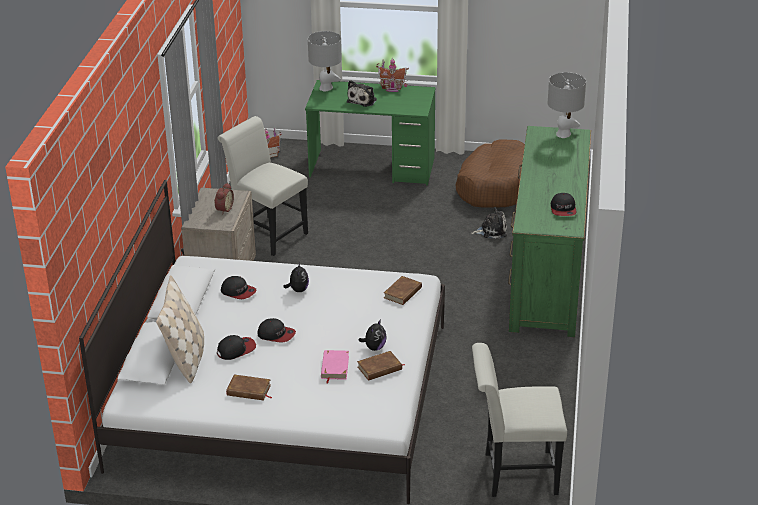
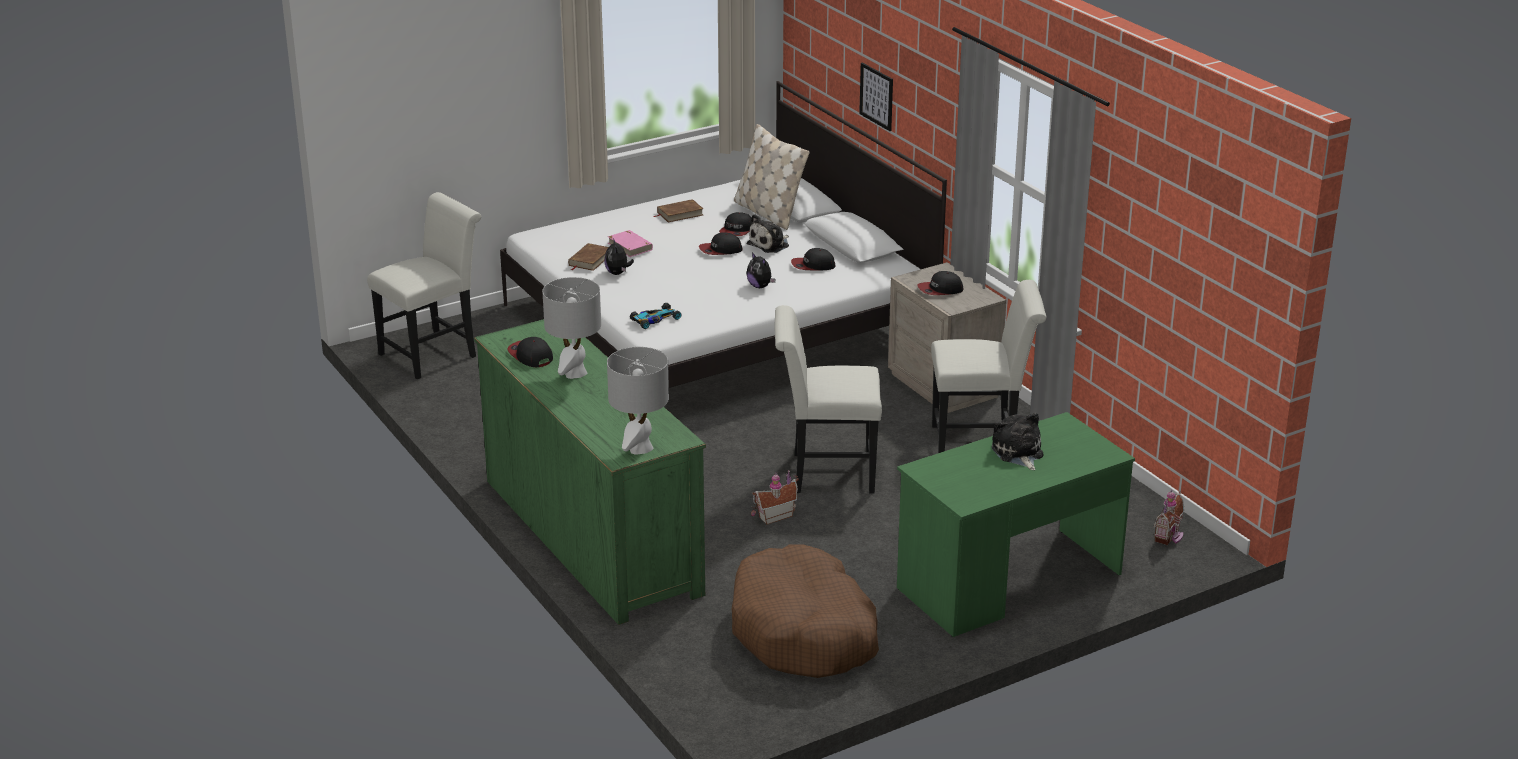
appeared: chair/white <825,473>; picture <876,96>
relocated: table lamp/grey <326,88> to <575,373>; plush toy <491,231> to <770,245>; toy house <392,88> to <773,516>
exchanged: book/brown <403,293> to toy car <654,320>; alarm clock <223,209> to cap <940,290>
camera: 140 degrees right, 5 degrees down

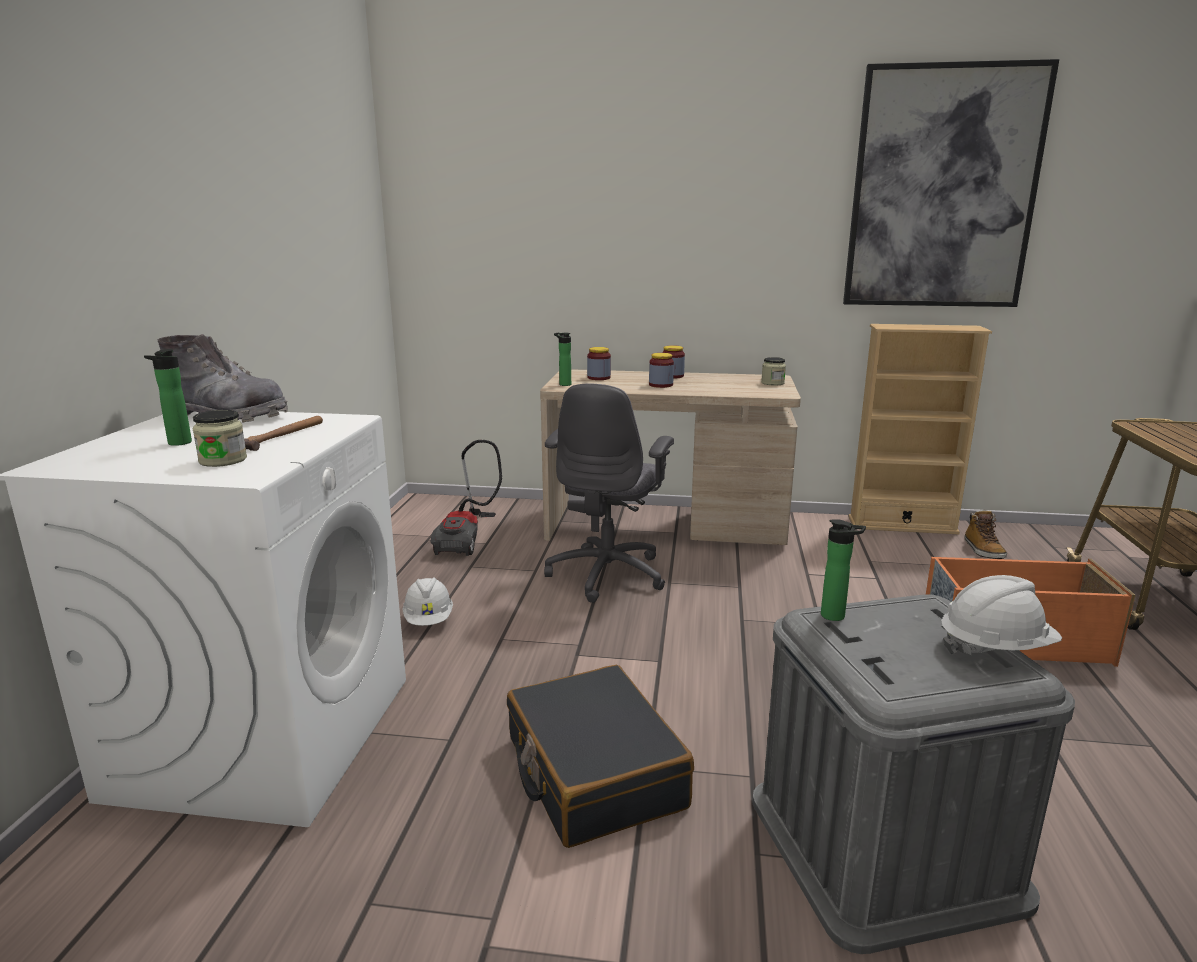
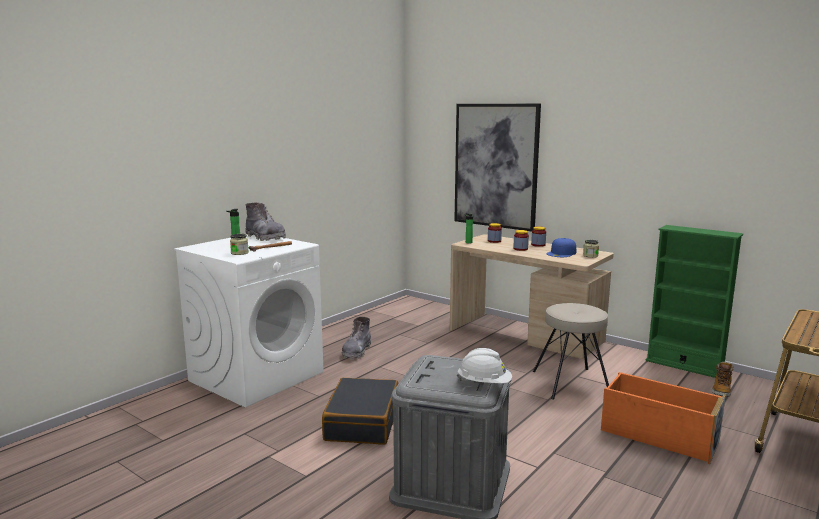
missing: vacuum cleaner <467,539>; office chair/grey <608,574>; bottle <836,616>
appeared: stool/beige <571,383>; cap/blue <561,253>
relocated: picture <942,189> to <496,166>
exchanged: hard hat/white <429,620> to boot/grey <356,352>
colour: bookcase/beige <902,525> to bookcase/green <684,365>
camera: 30 degrees right, 5 degrees down

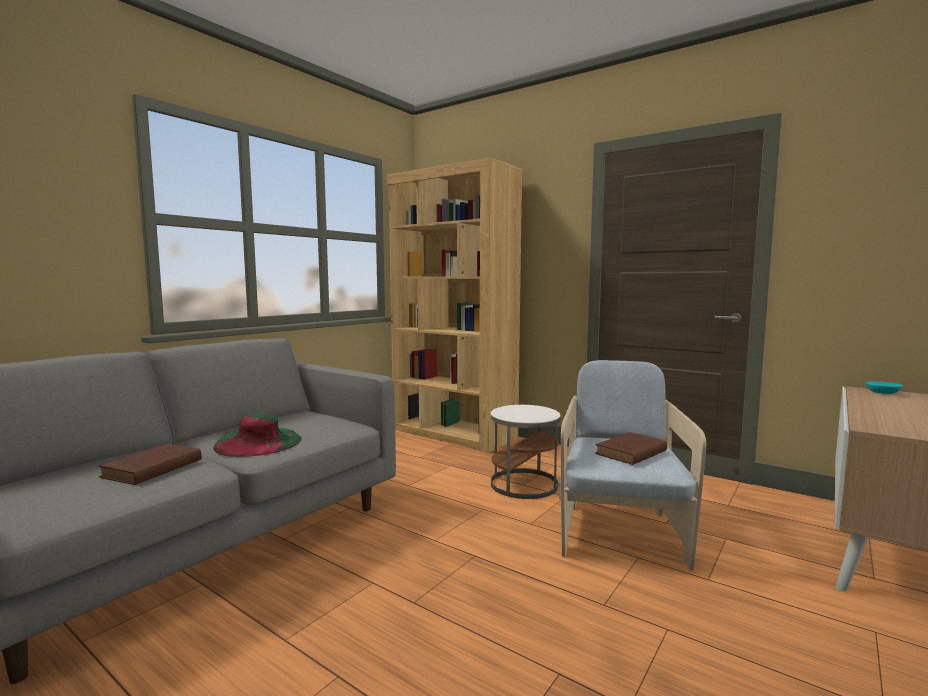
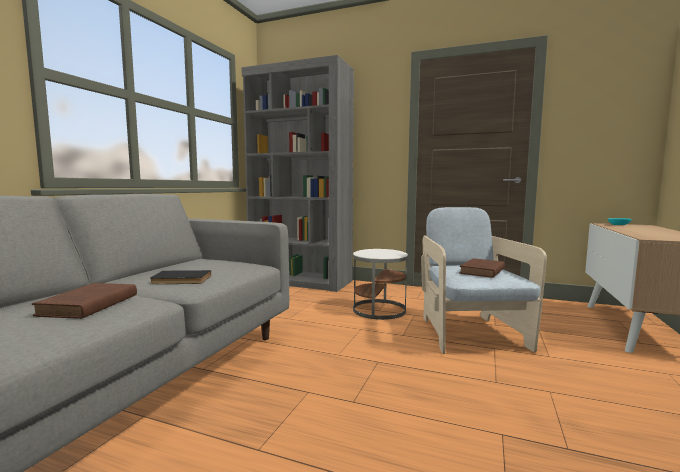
exchanged: hat/green <258,442> to book/black <181,280>
colour: bookcase/brown <453,434> to bookcase/grey <300,281>
camera: 15 degrees left, 0 degrees up

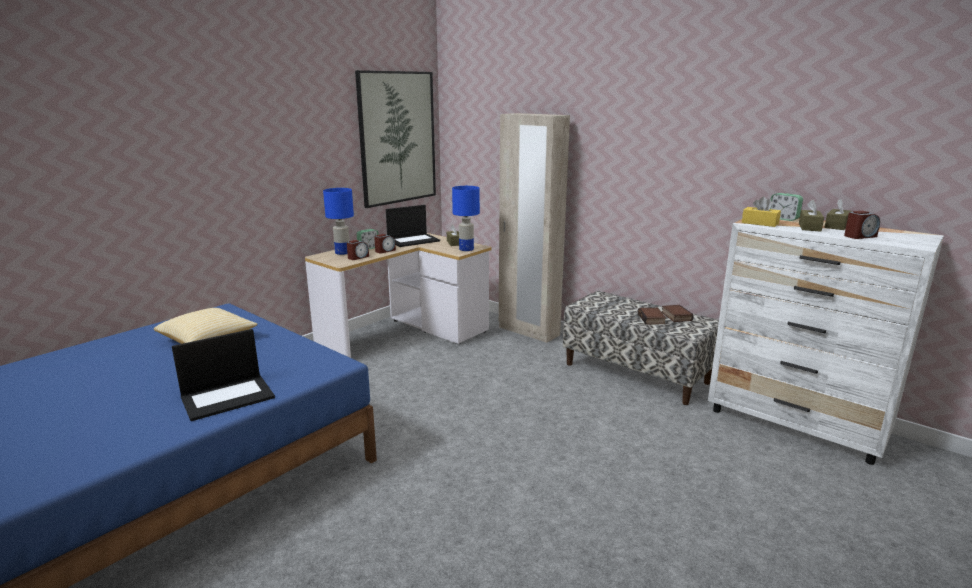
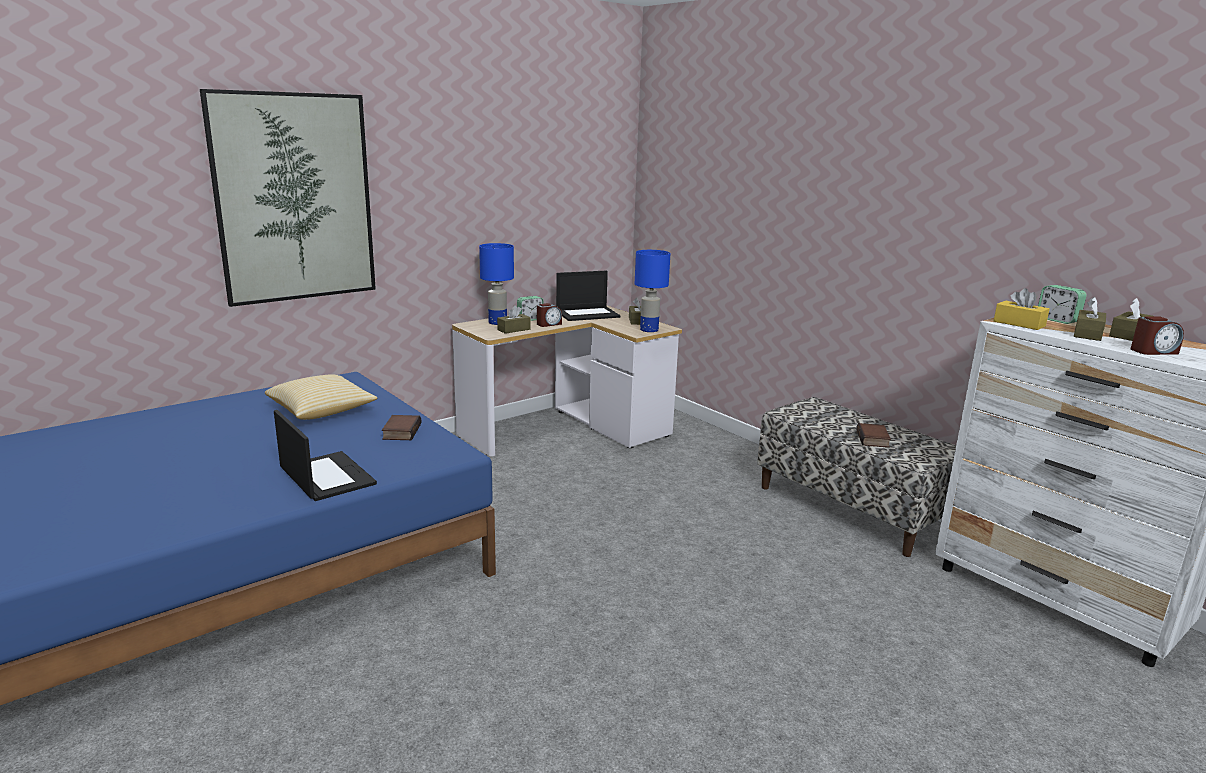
missing: wardrobe/beige <528,331>
relocated: picture <397,138> to <294,198>; book <675,316> to <400,431>
exchanged: alarm clock <358,257> to tissue box/brown <514,329>
spun: laptop <228,396> = <326,476> 105 degrees counterclockwise
camera: 10 degrees right, 0 degrees up

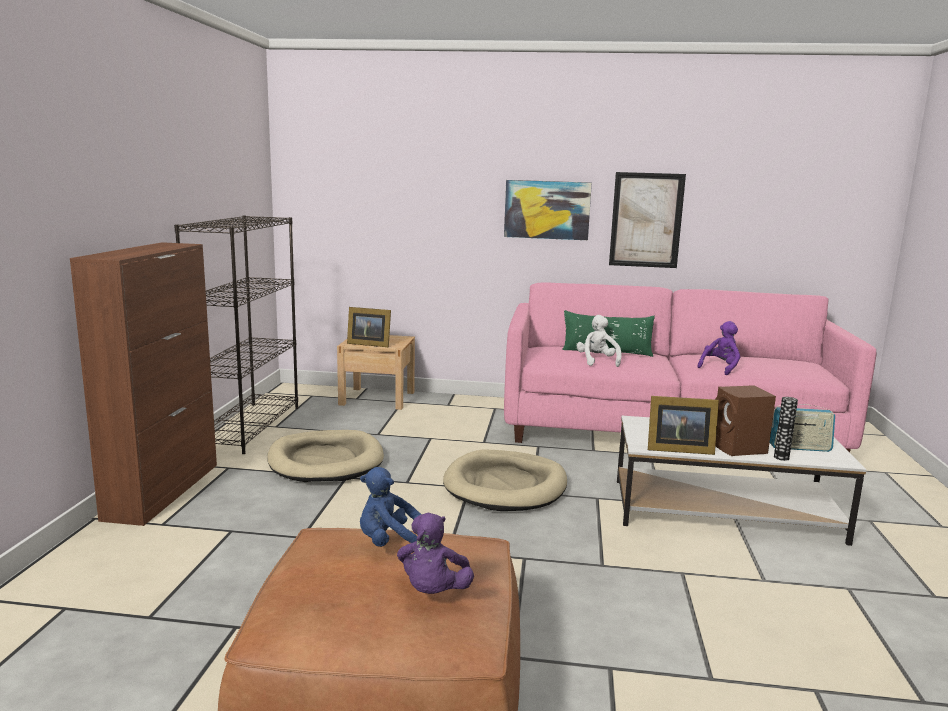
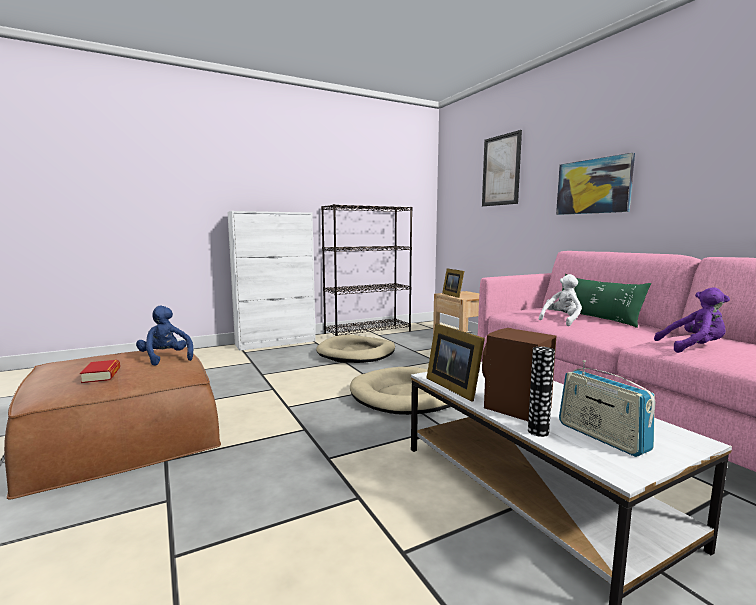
relocated: picture <646,220> to <501,170>
exchanged: plush toy/purple <433,592> to book <101,375>
colour: cabinet/brown <163,490> to cabinet/white <276,342>
camera: 55 degrees right, 5 degrees down

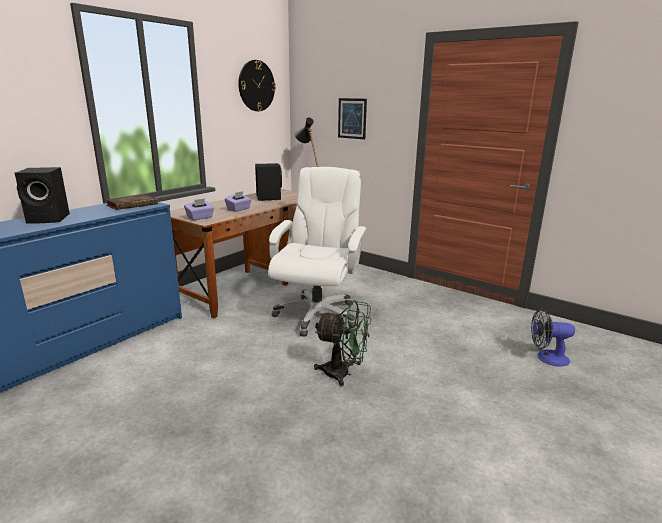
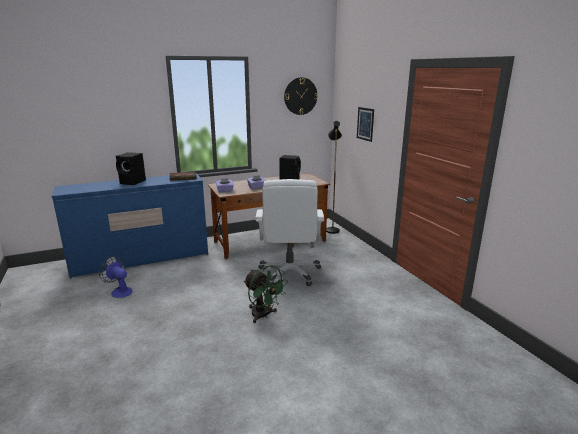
relocated: fan <547,358> to <119,291>
spun: office chair/white <317,315> = <290,273> 135 degrees clockwise
camera: 30 degrees right, 0 degrees up

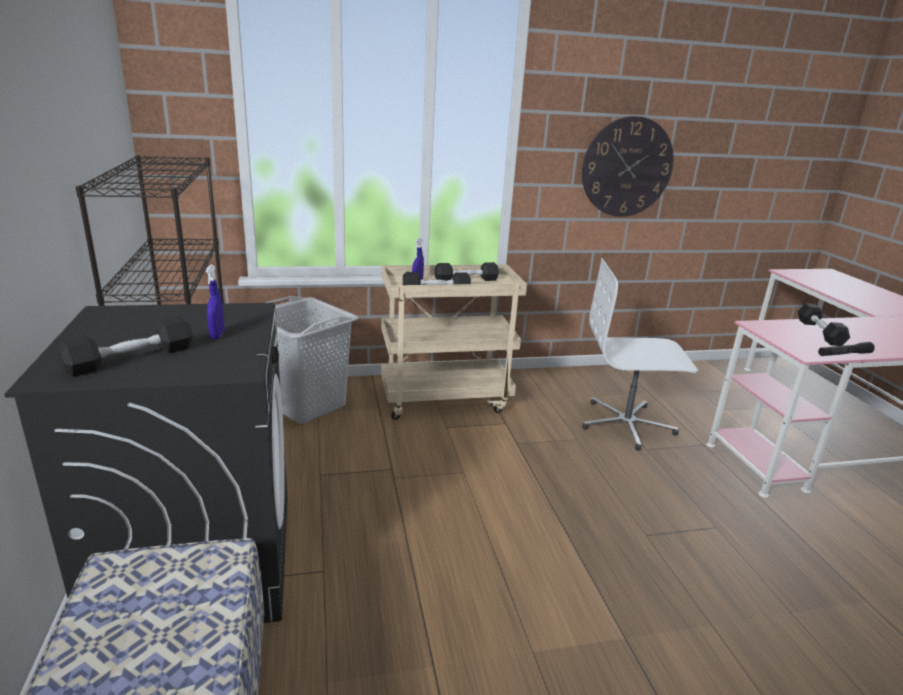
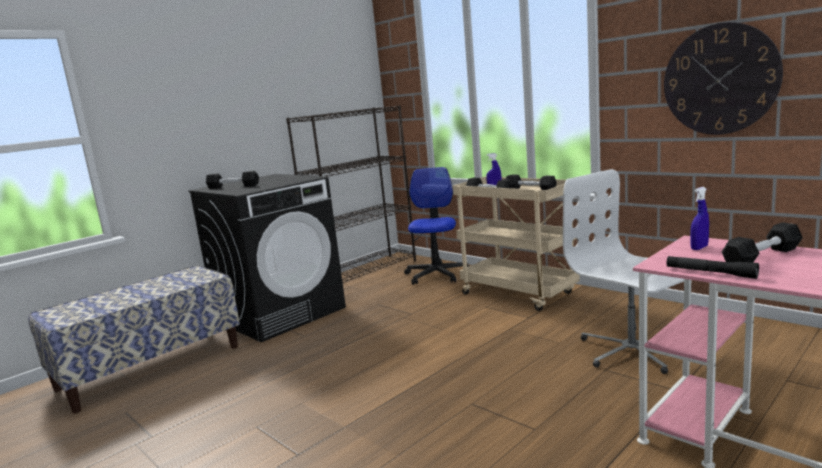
relocated: spray bottle/blue <217,335> to <699,248>
exchanged: laundry basket/grey <307,404> to office chair <437,274>
camera: 60 degrees right, 10 degrees down

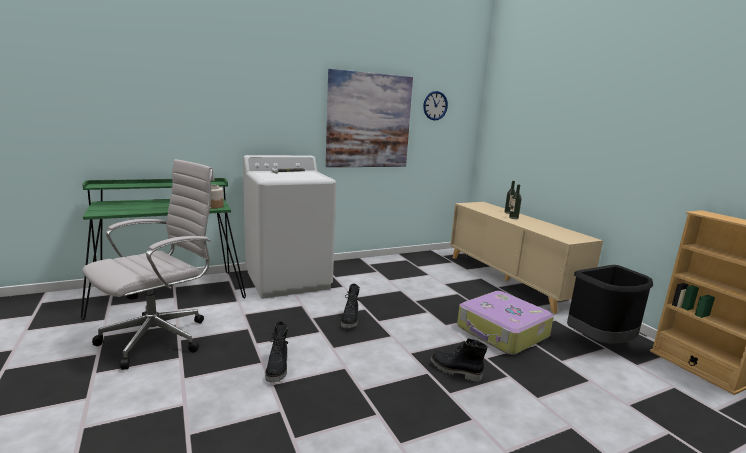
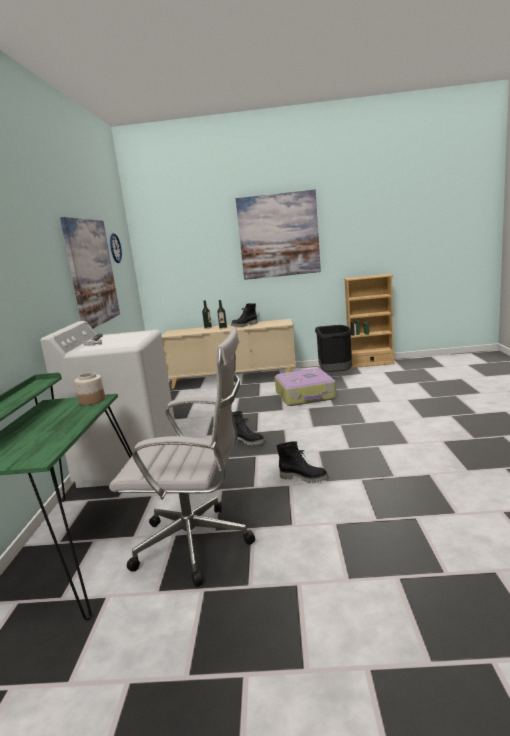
appeared: picture <278,235>
relocated: boot/black <455,371> to <245,325>
spun: office chair/white <160,337> = <198,544> 120 degrees clockwise
camera: 60 degrees left, 0 degrees up

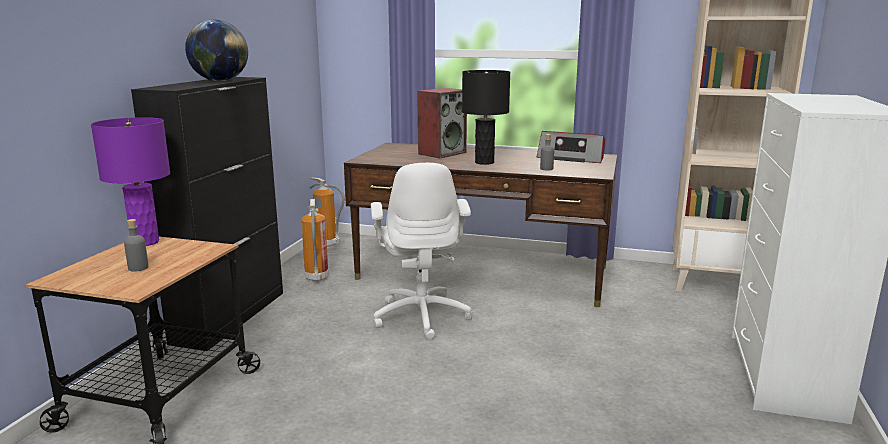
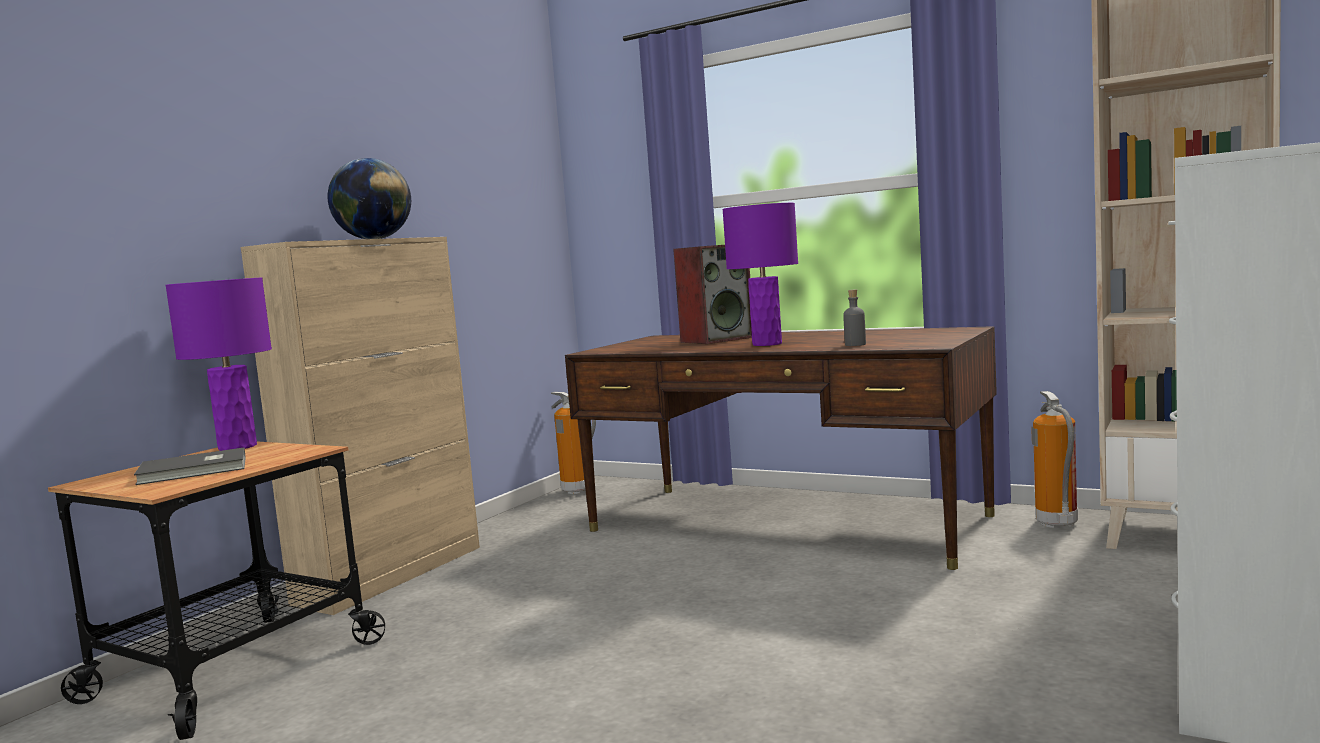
missing: office chair/white <422,316>; radio <571,158>
relocated: fire extinguisher <317,278> to <1057,524>
exchanged: bottle/grey <138,268> to book/grey <195,470>
colour: cabinet/black <230,316> to cabinet/beige <392,574>; table lamp/black <484,162> to table lamp/purple <767,344>
camera: 15 degrees right, 10 degrees down

